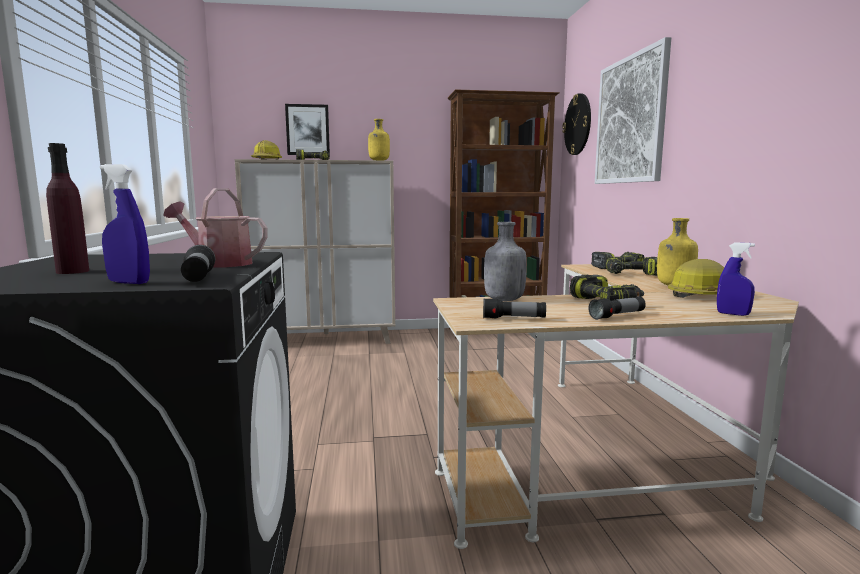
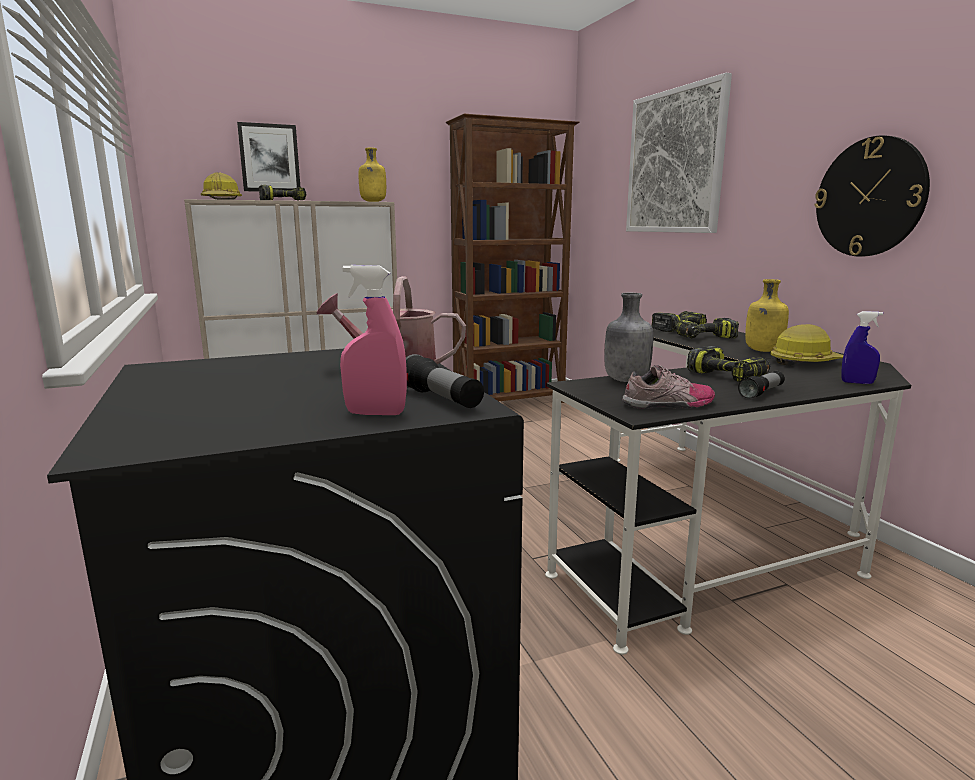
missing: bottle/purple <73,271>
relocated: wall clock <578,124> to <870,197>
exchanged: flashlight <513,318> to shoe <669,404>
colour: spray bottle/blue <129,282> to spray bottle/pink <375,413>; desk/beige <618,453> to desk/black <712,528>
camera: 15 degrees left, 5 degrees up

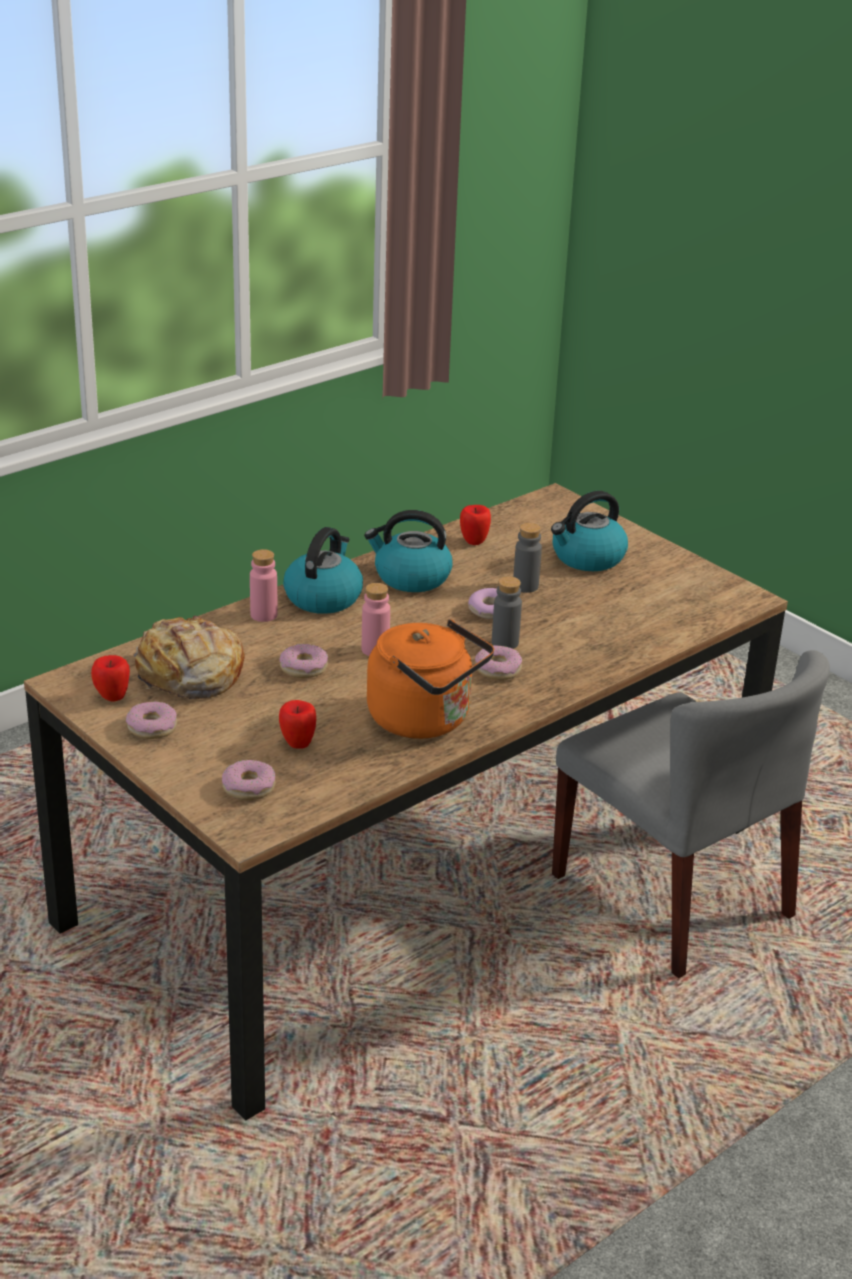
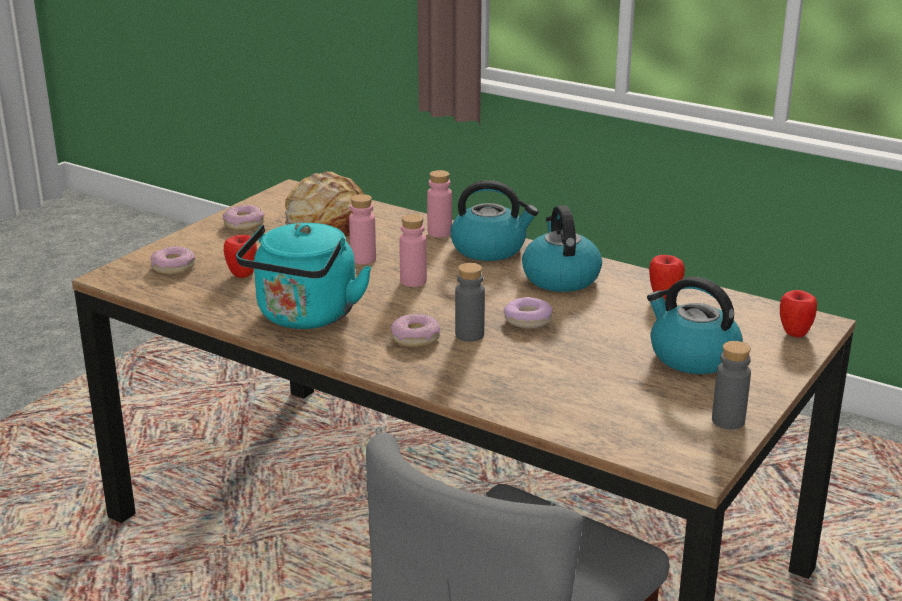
relocated: bottle/grey <525,586> to <728,421>; apple <112,698> to <794,333>
exchanged: donut <304,668> to bottle/pink <363,259>
colour: kettle/orange <425,720> to kettle/turquoise <305,317>
camera: 75 degrees right, 5 degrees down

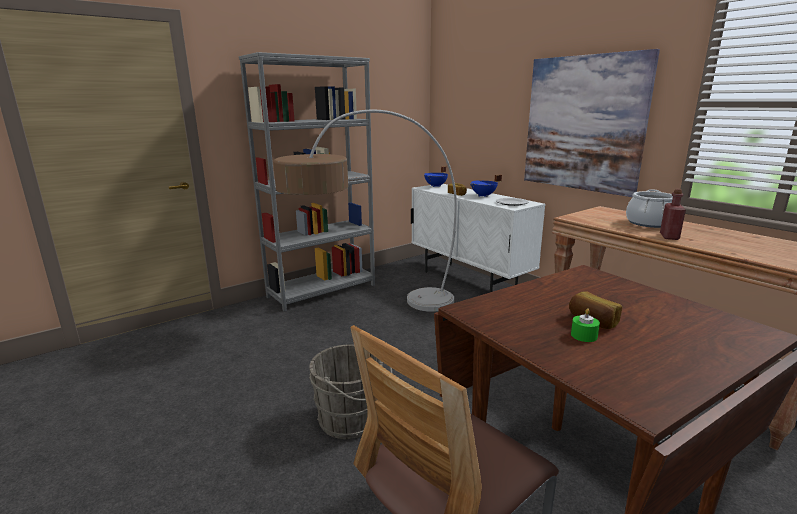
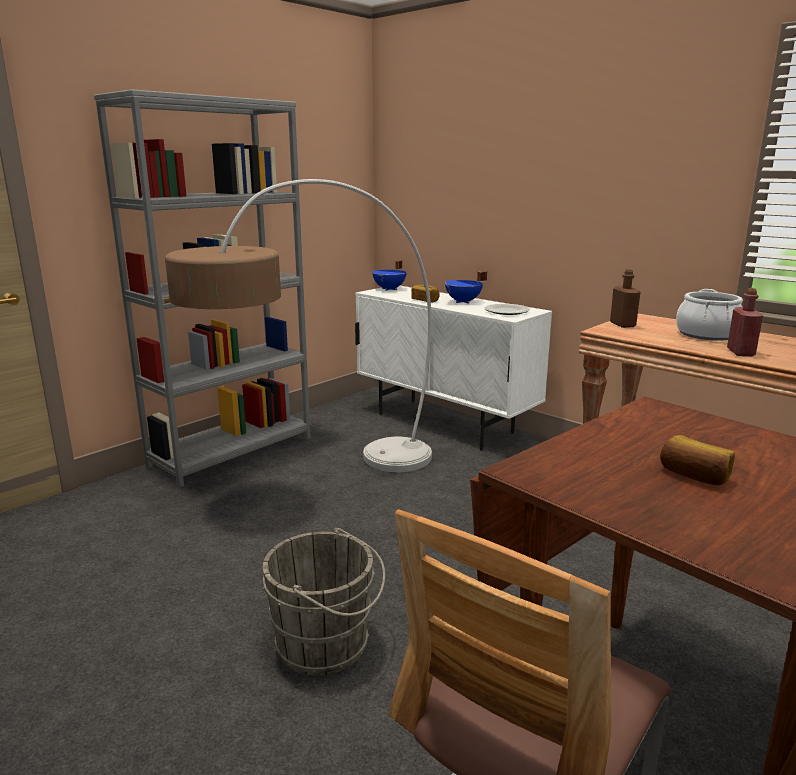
missing: picture <583,124>; candle/green <584,335>
appeared: bottle/brown <622,324>
camera: 10 degrees left, 0 degrees up

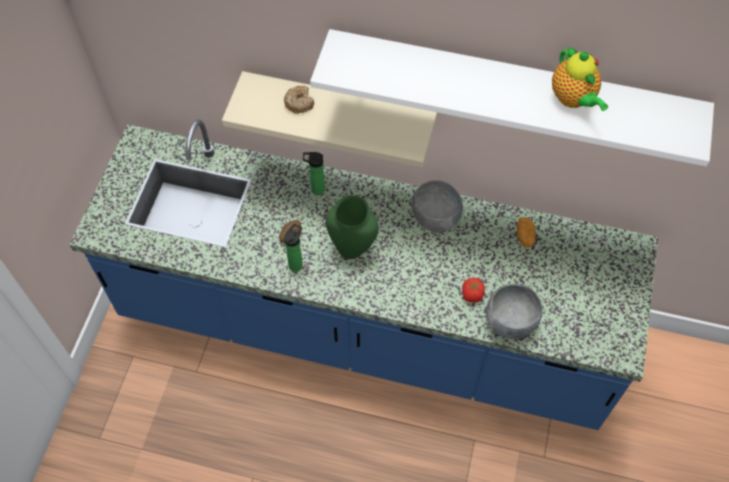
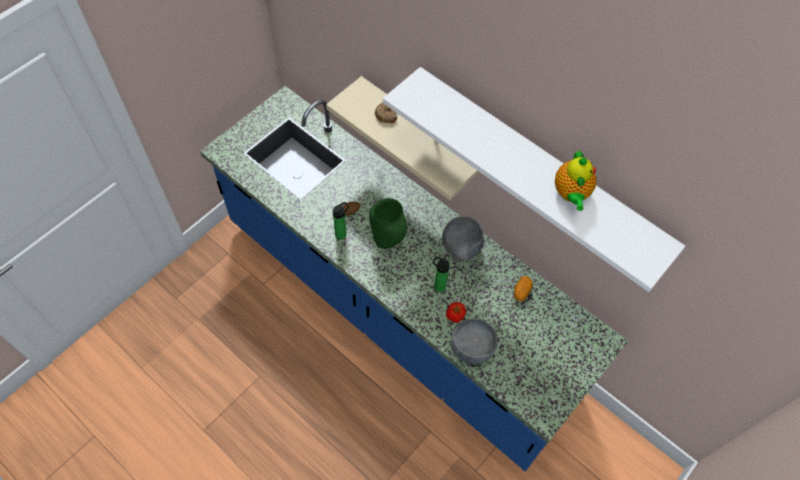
relocated: bottle <315,189> to <438,286>
camera: 25 degrees right, 0 degrees up

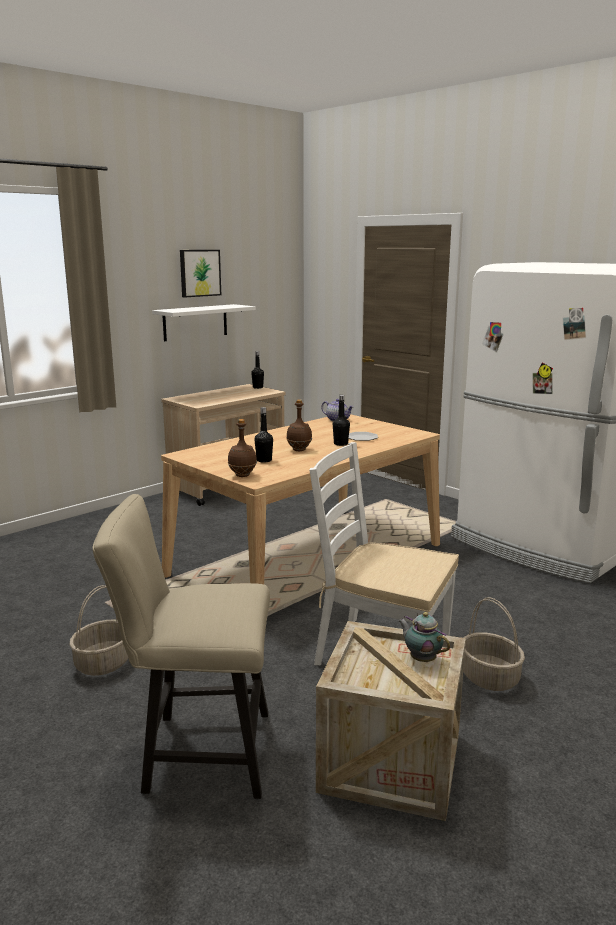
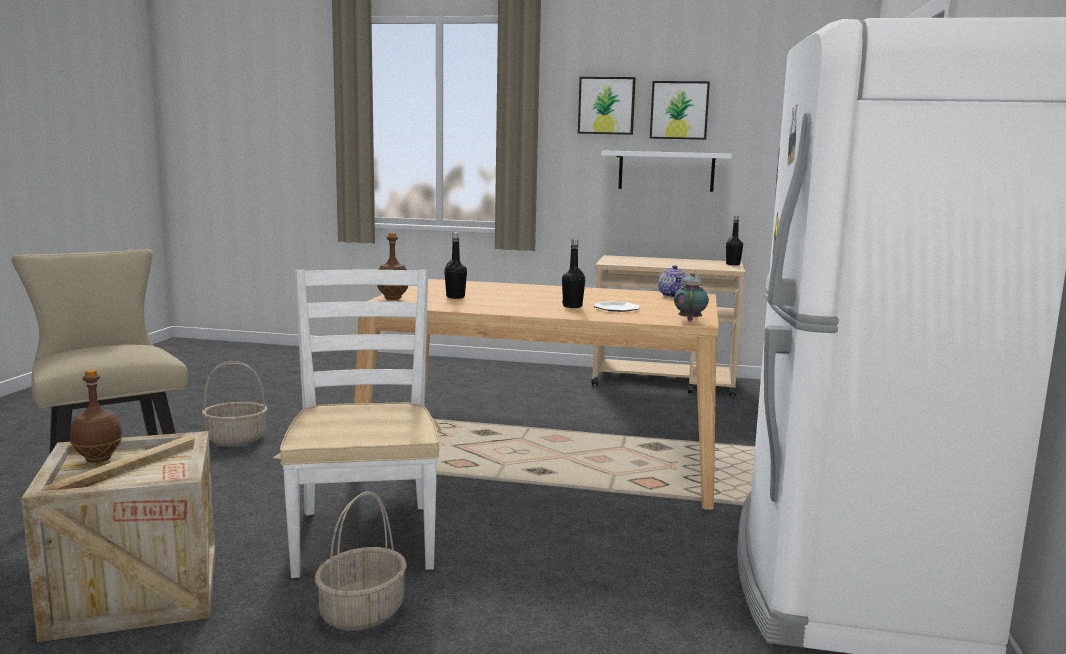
appeared: picture <606,105>
relocated: bottle/brown <299,450> to <98,460>; teapot <421,659> to <690,320>
camera: 55 degrees right, 5 degrees down

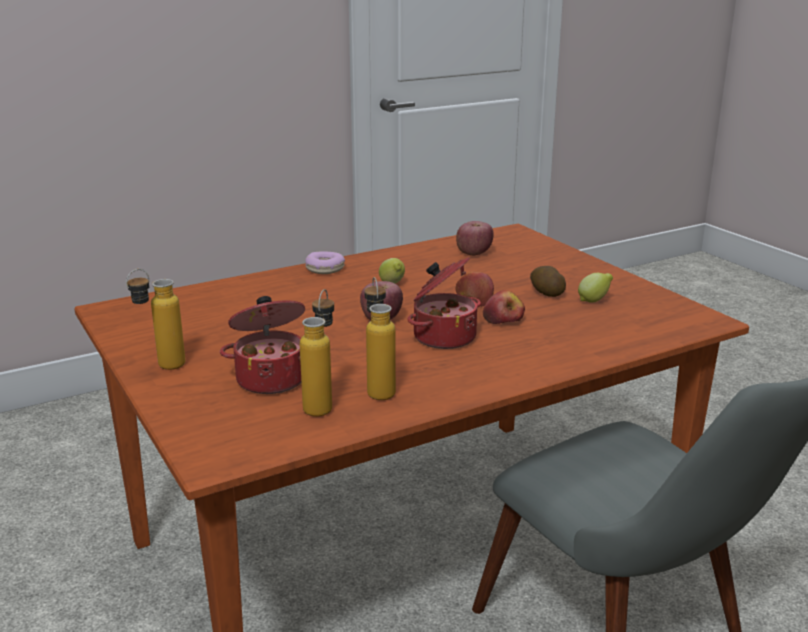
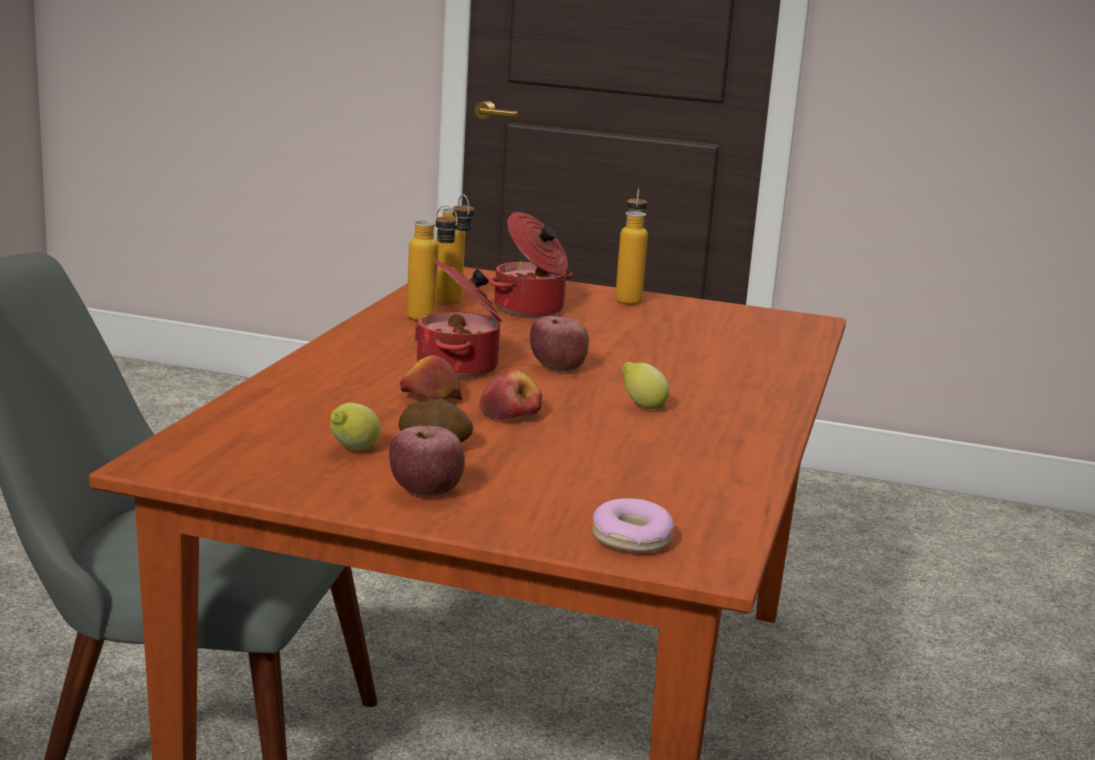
relocated: apple <474,253> to <426,491>; donut <325,269> to <631,539>
camera: 135 degrees right, 5 degrees down

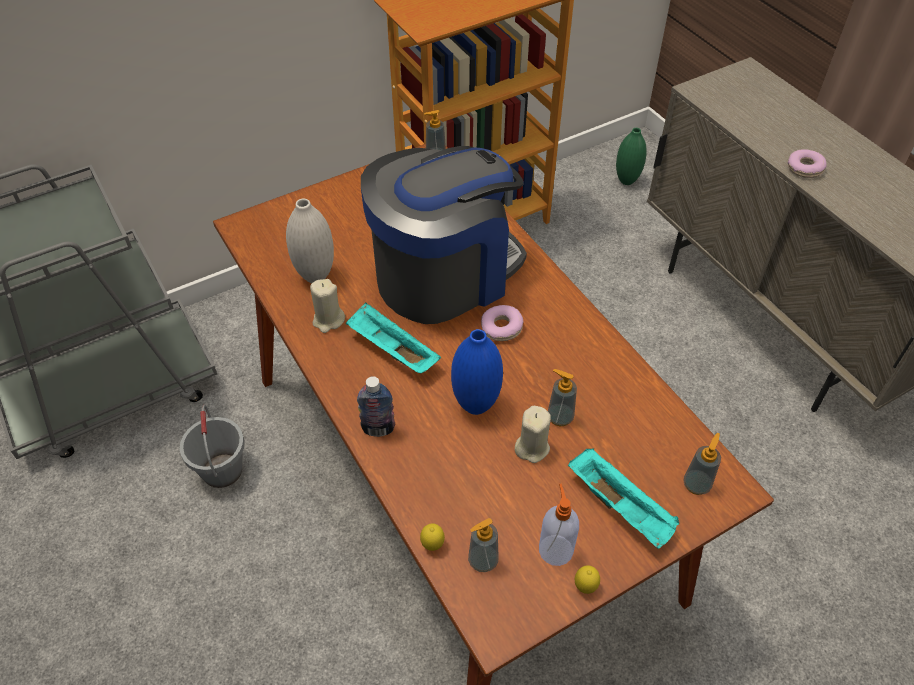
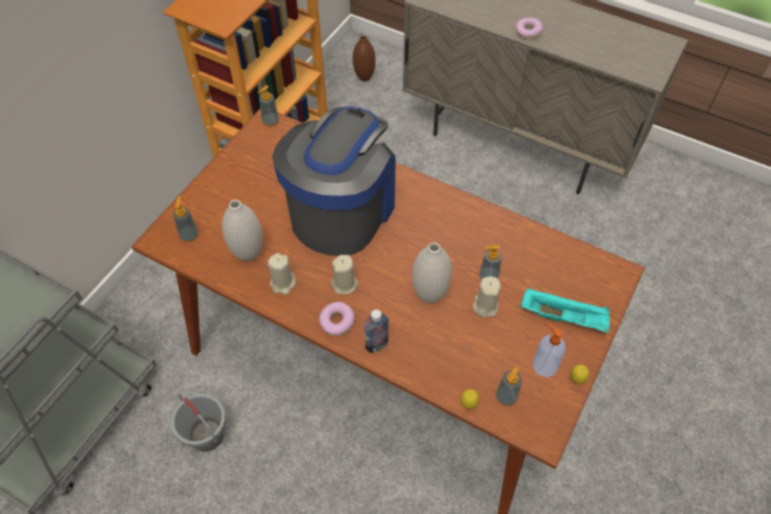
relocated: soap dispenser <696,484> to <189,235>; donut <501,328> to <337,322>
exchanged: tray/turquoise <391,350> to candle/beige <345,284>
colour: vase/green <626,181> to vase/brown <364,77>; vase/blue <476,405> to vase/white <429,295>
camera: 30 degrees left, 5 degrees up

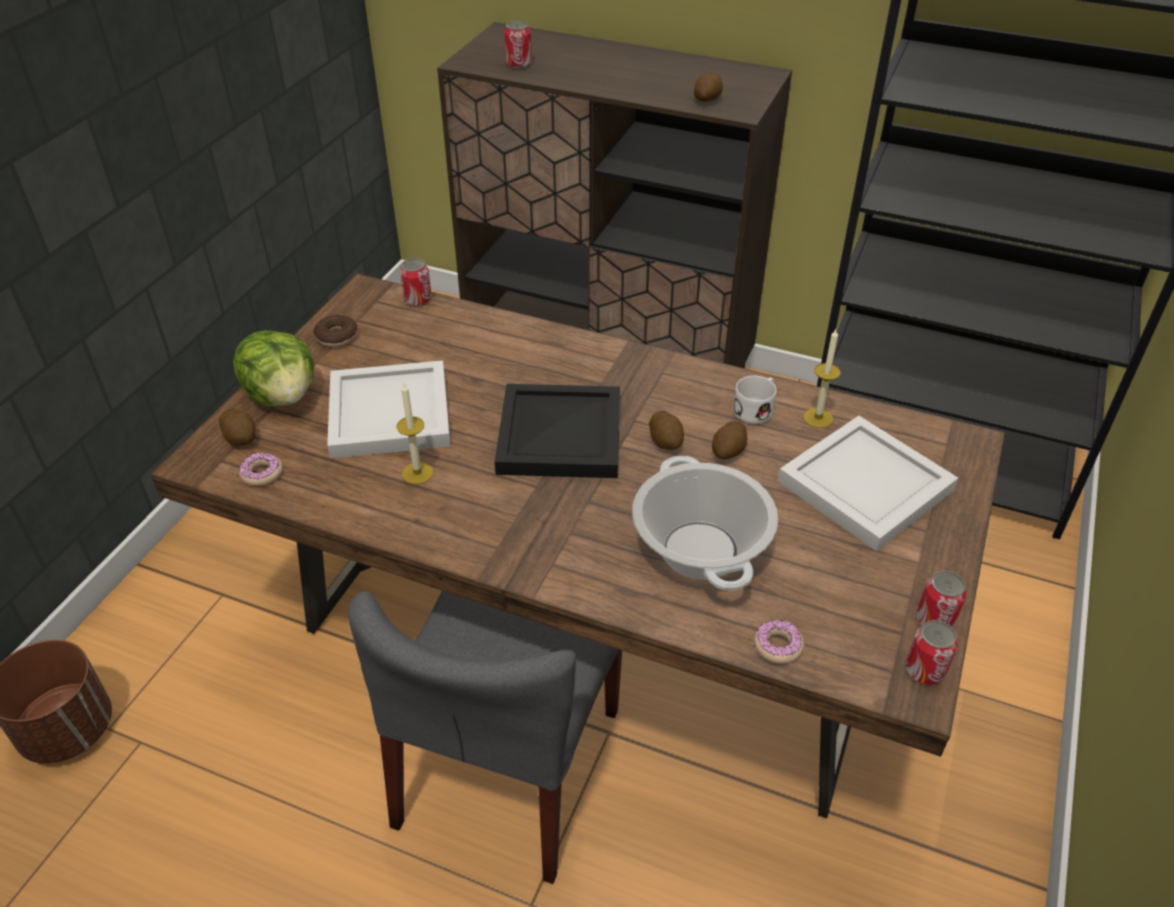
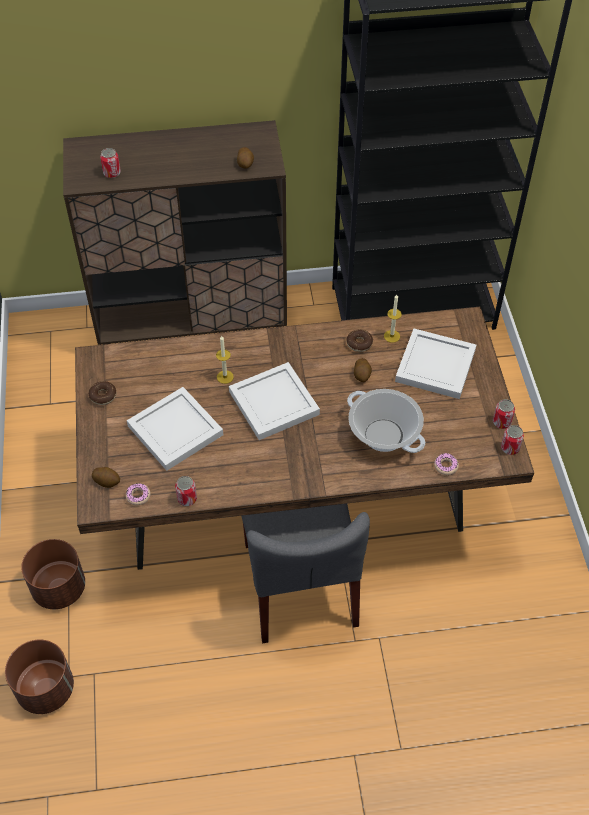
missing: lettuce <283,395>; potato <666,441>
appeared: planter/brown <59,588>
relocated: can <418,299> to <187,499>; candle <417,473> to <225,377>
exchanged: mug/white <756,408> to donut <359,343>
colour: tray/black <561,436> to tray/white <275,403>
camera: 30 degrees left, 10 degrees up

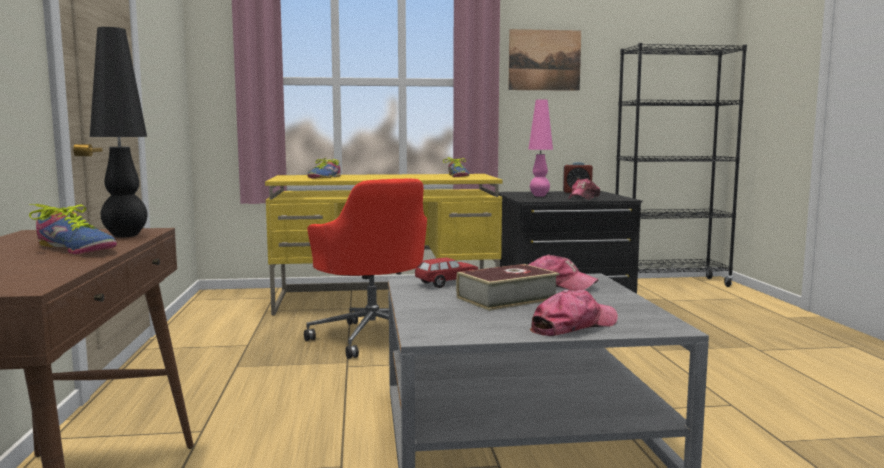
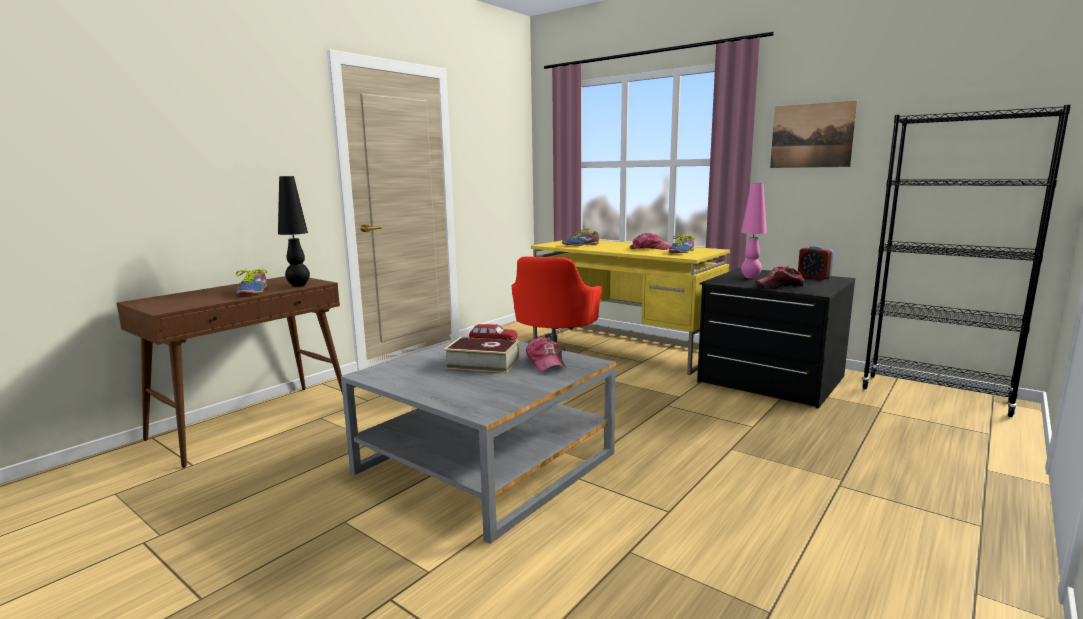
relocated: cap <573,326> to <650,248>
camera: 45 degrees right, 5 degrees up

